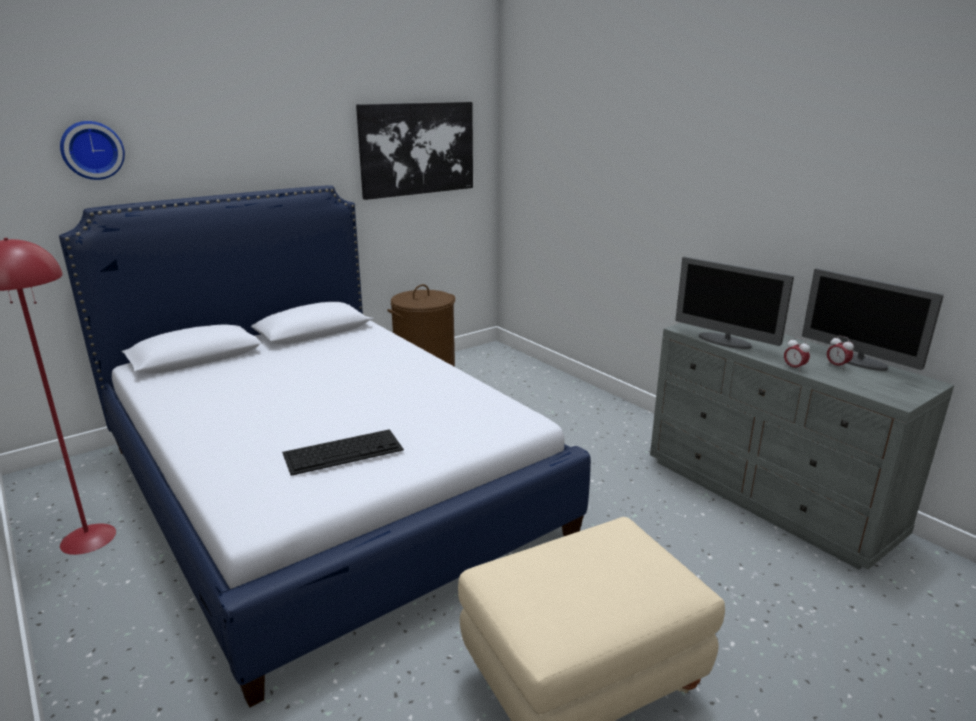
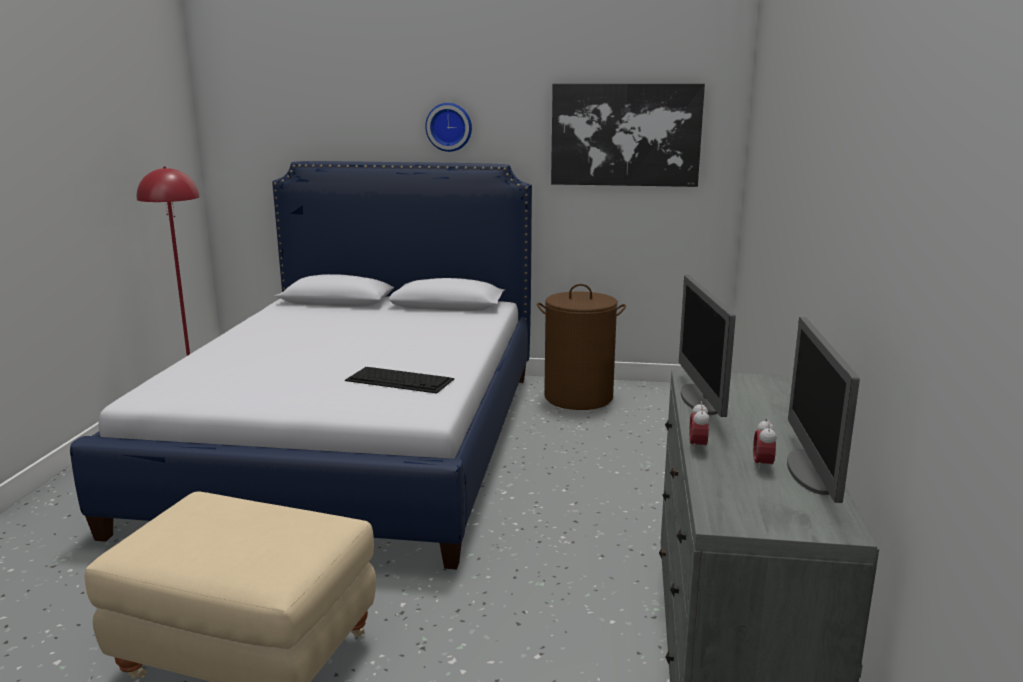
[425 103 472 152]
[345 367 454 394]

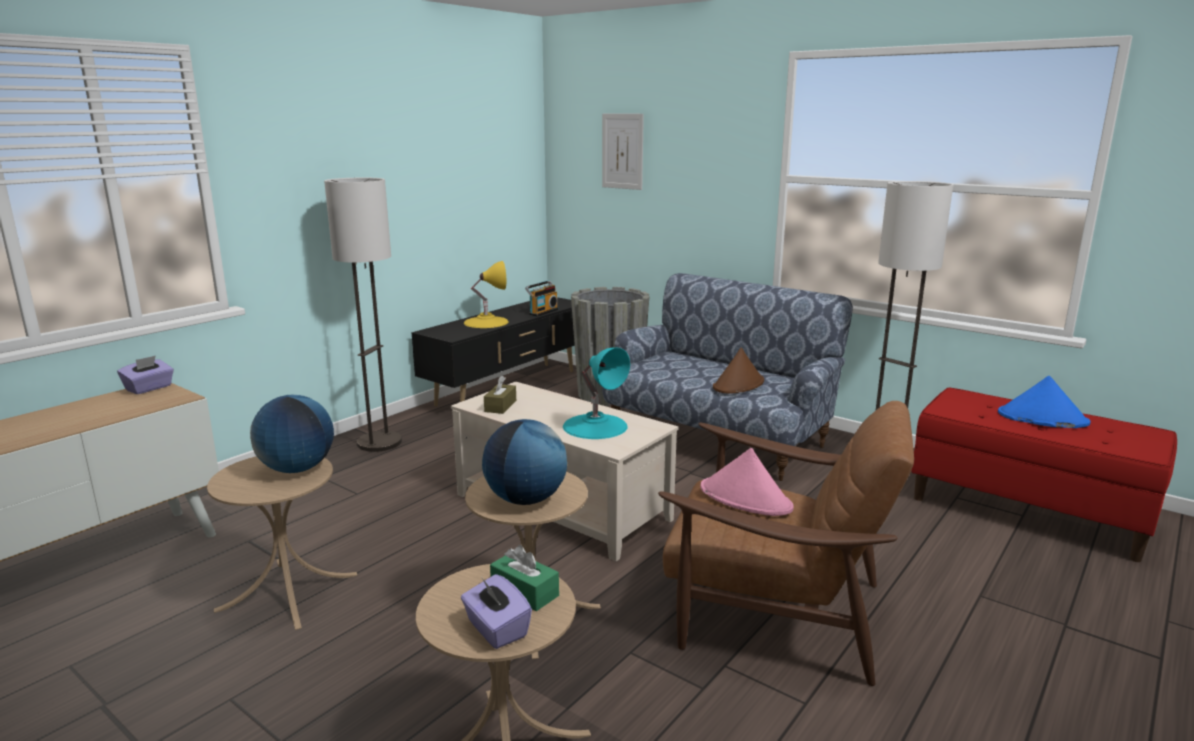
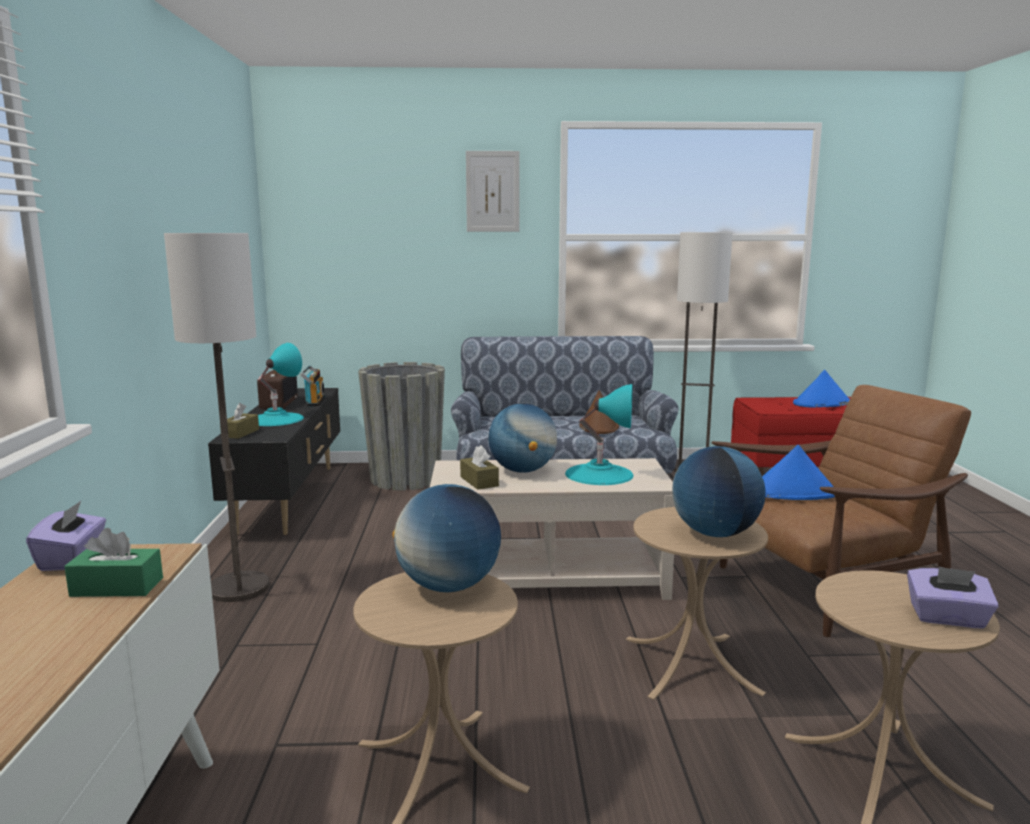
[258 343 304 426]
[64 528 163 597]
[466 151 520 232]
[762 445 835 500]
[220 403 259 439]
[257 370 298 409]
[488 403 557 473]

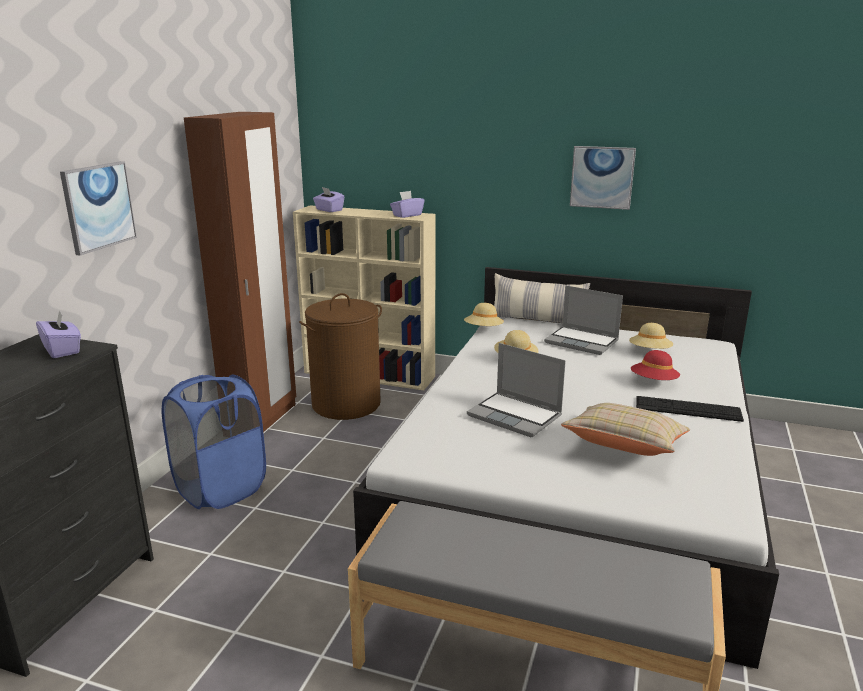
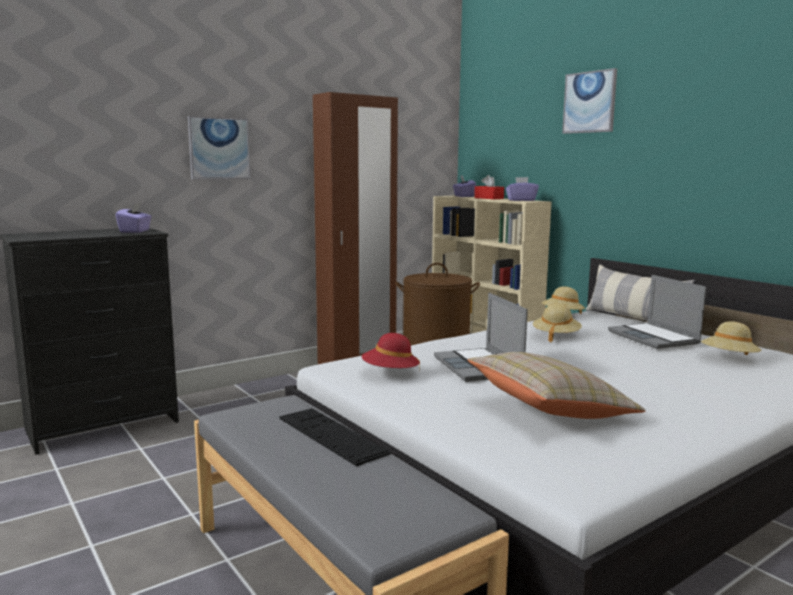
[162 375 266 509] (first image)
[562 68 617 134]
[362 333 420 368]
[280 408 391 466]
[474 175 504 199]

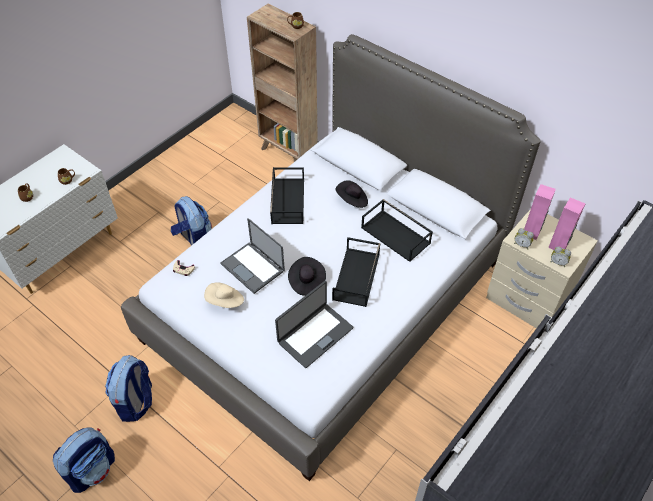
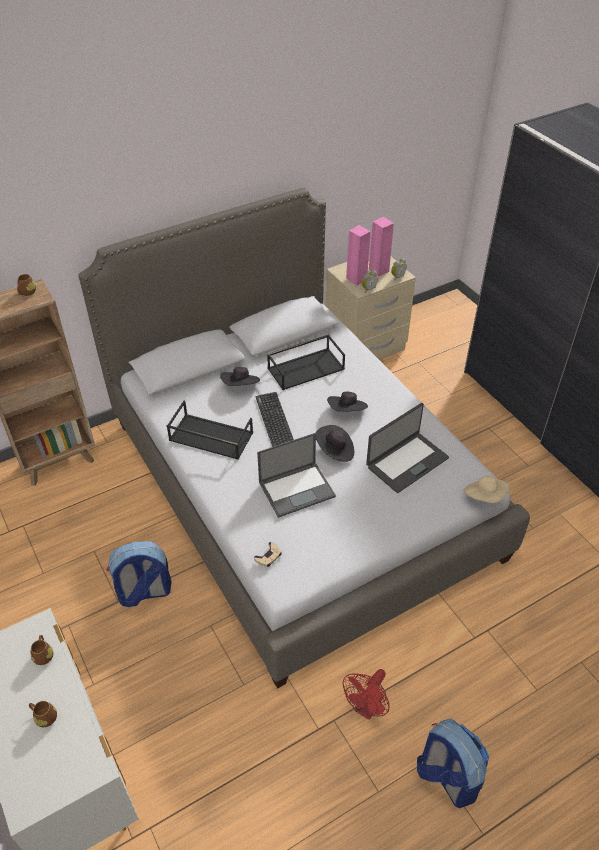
[343 669 390 720]
[463 475 510 503]
[366 403 449 493]
[327 392 368 412]
[256 392 294 447]

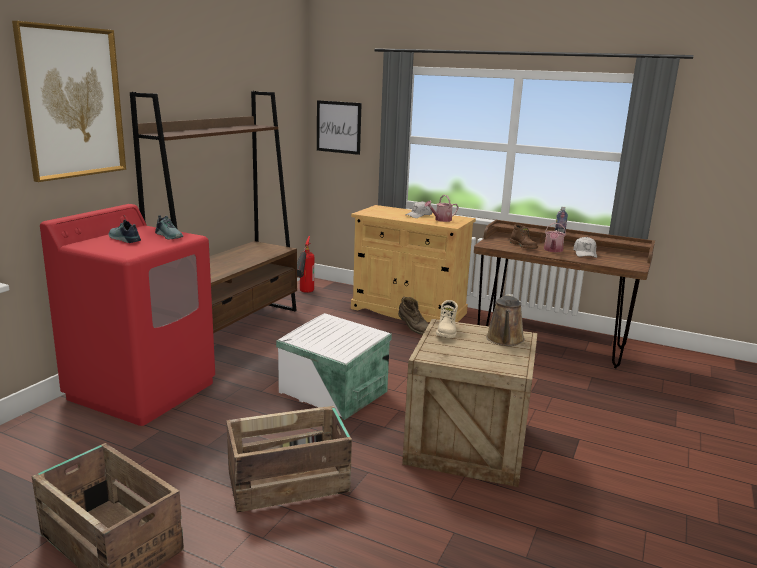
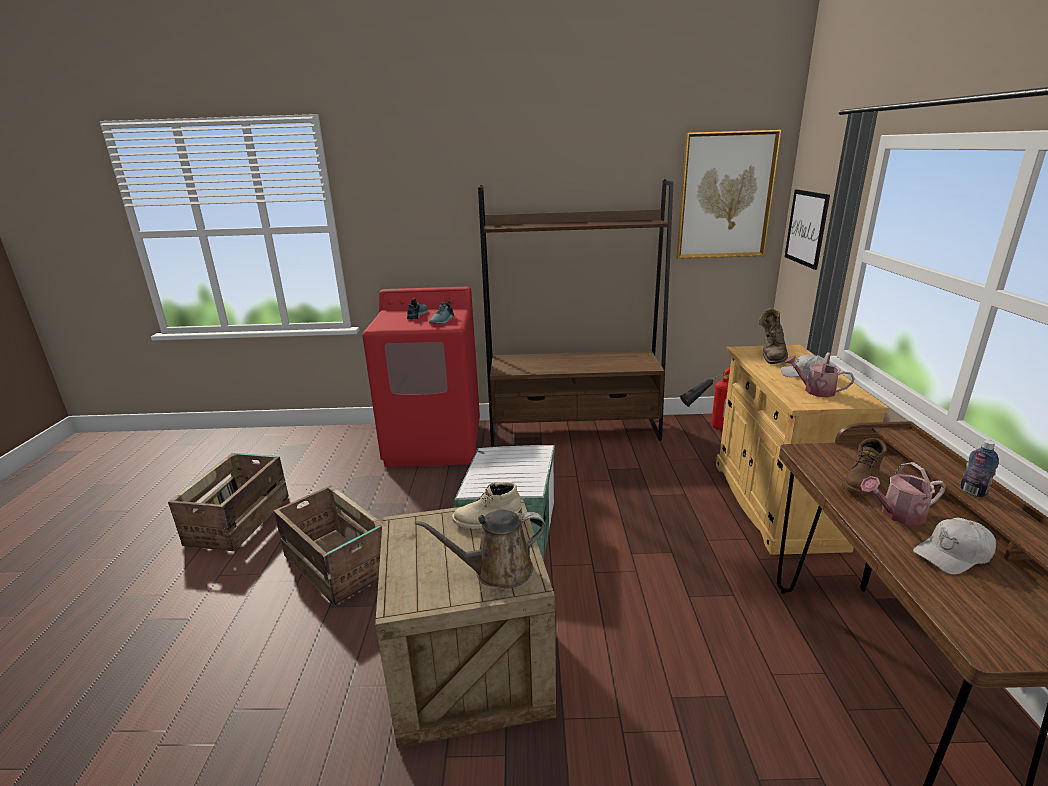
[676 130 781 259]
[758 308 788 364]

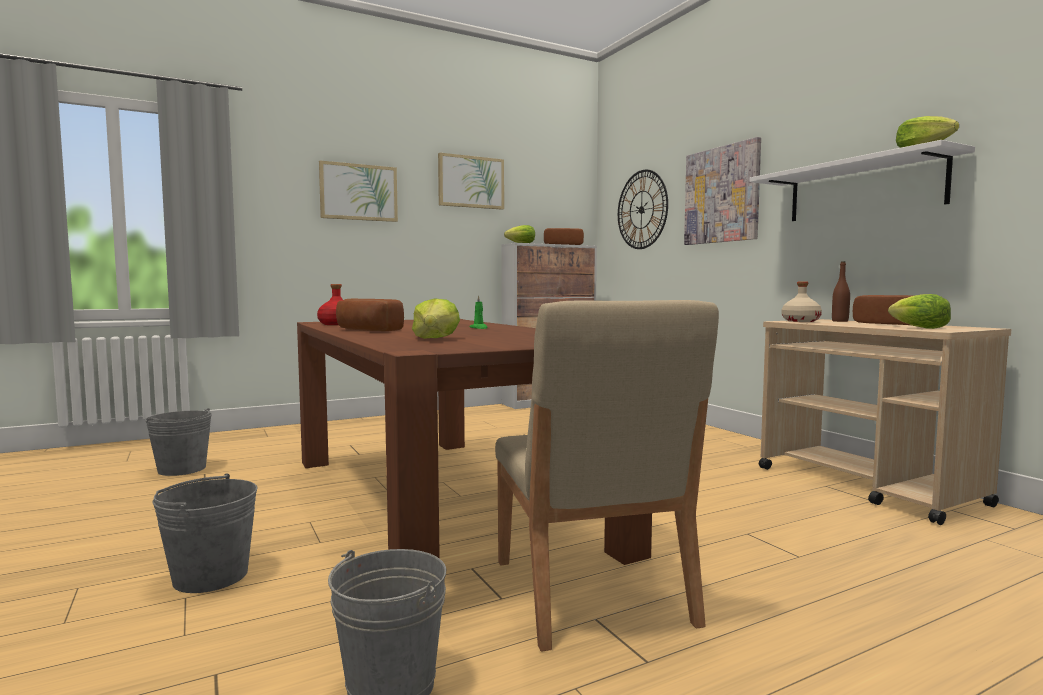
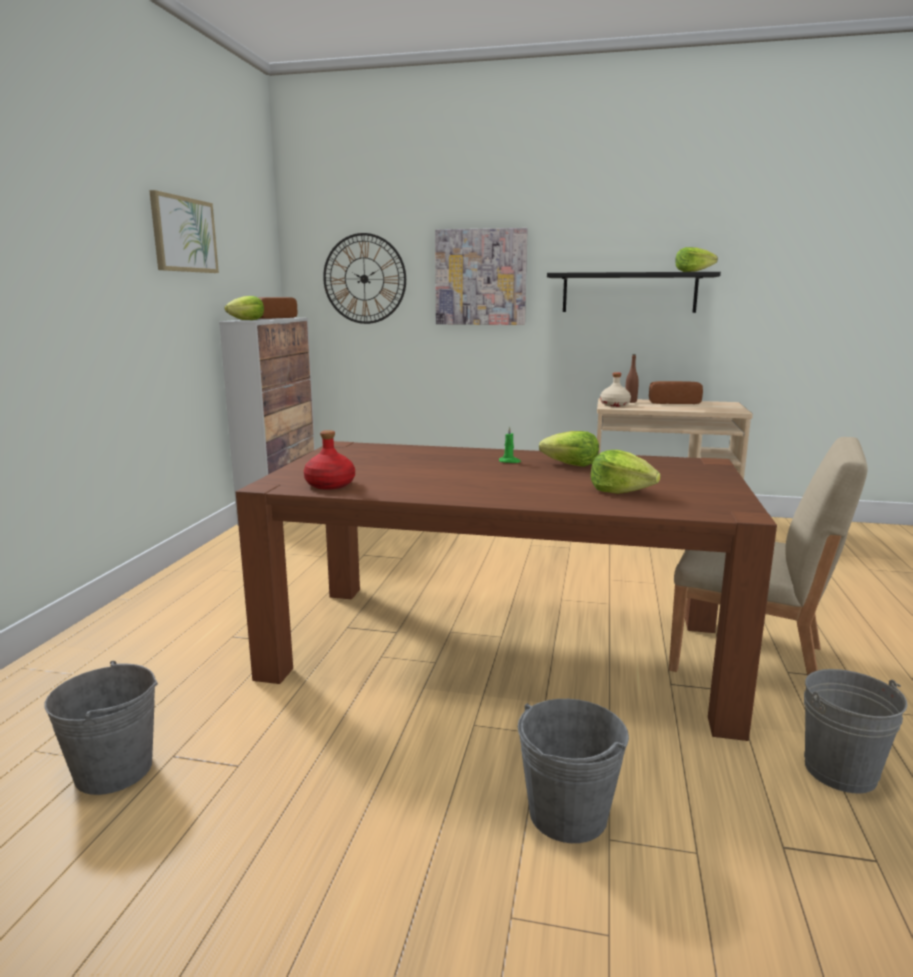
[319 161 398 222] (first image)
[336 299 404 331] (first image)
[547 272 721 313]
[539 431 599 467]

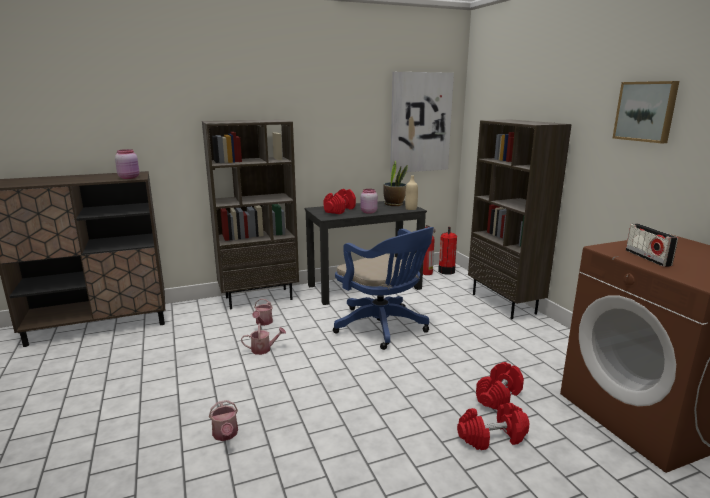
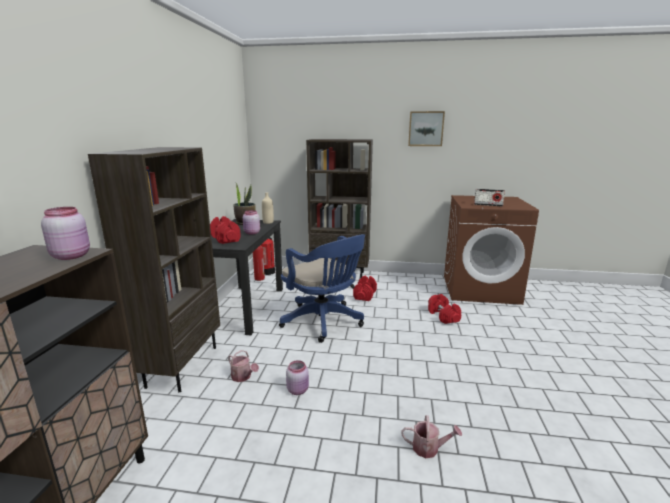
[286 360 309 395]
[279 234 365 343]
[390 72 454 173] (first image)
[353 276 377 301]

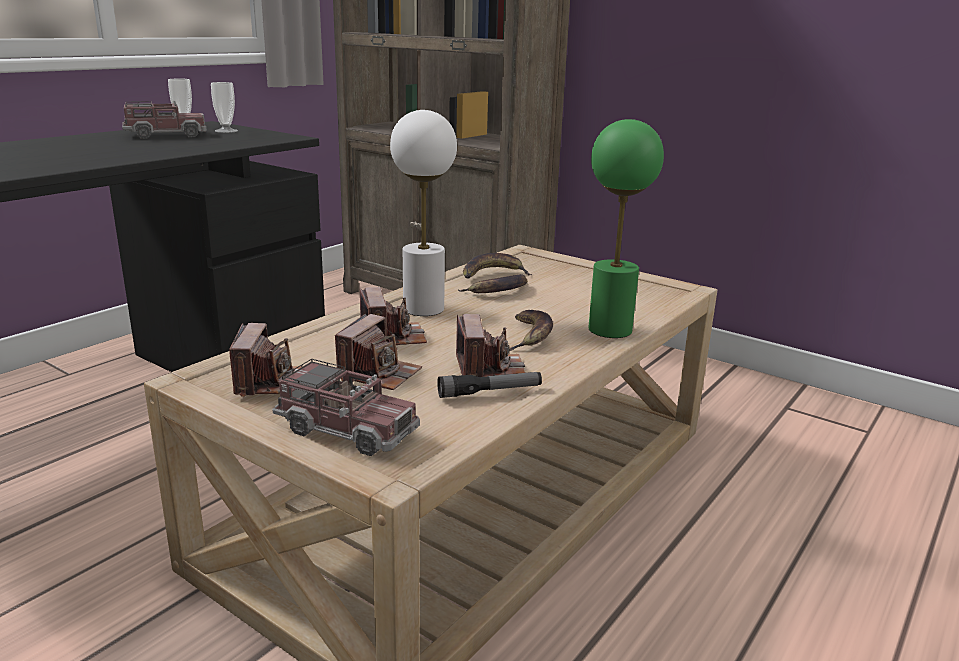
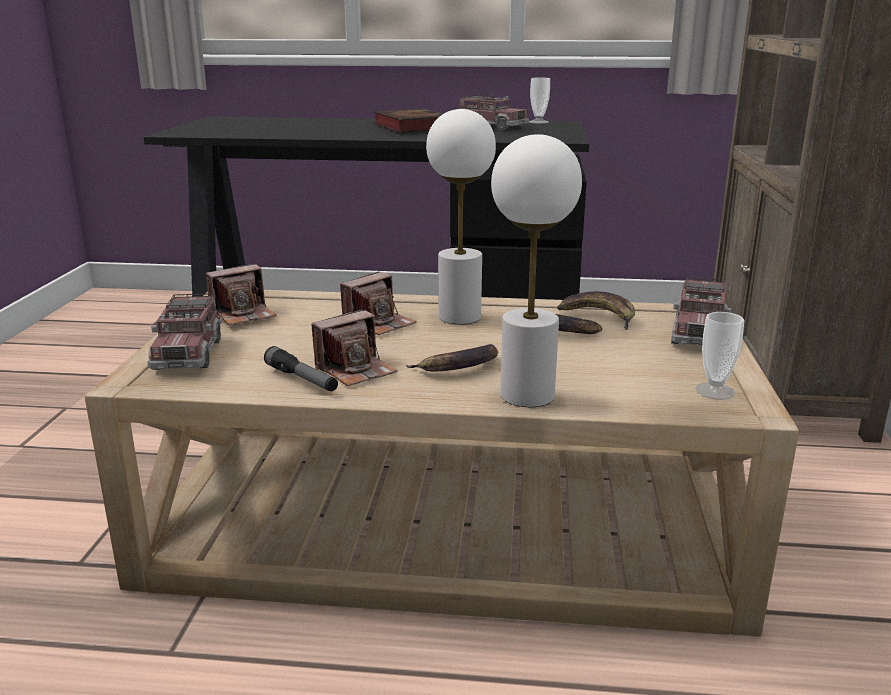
[696 312 745 400]
[335 314 422 390] (first image)
[491 134 582 407]
[373 109 443 133]
[671 277 731 345]

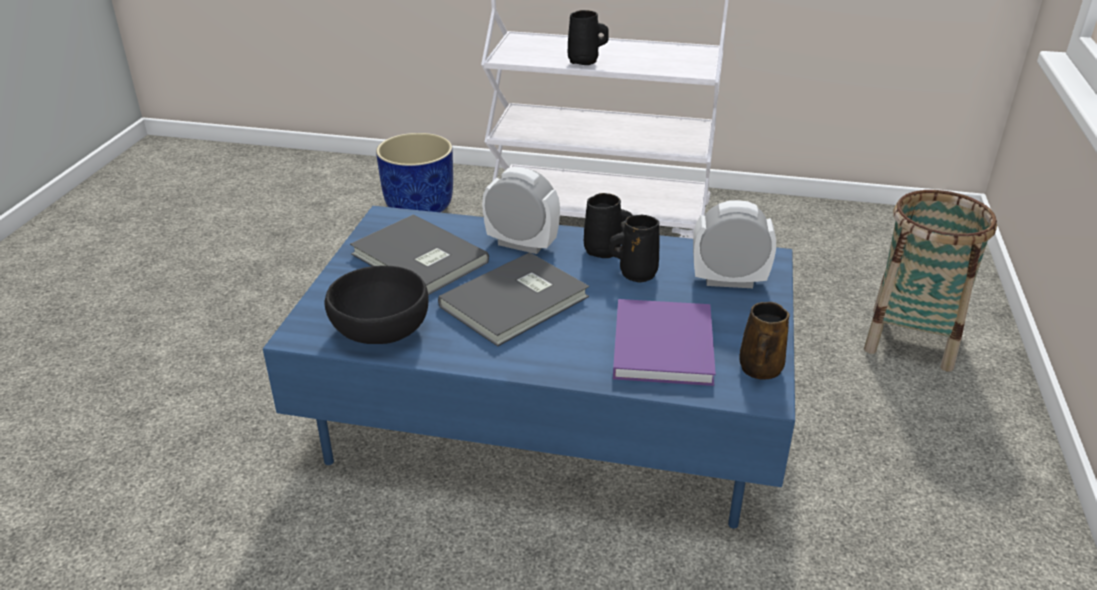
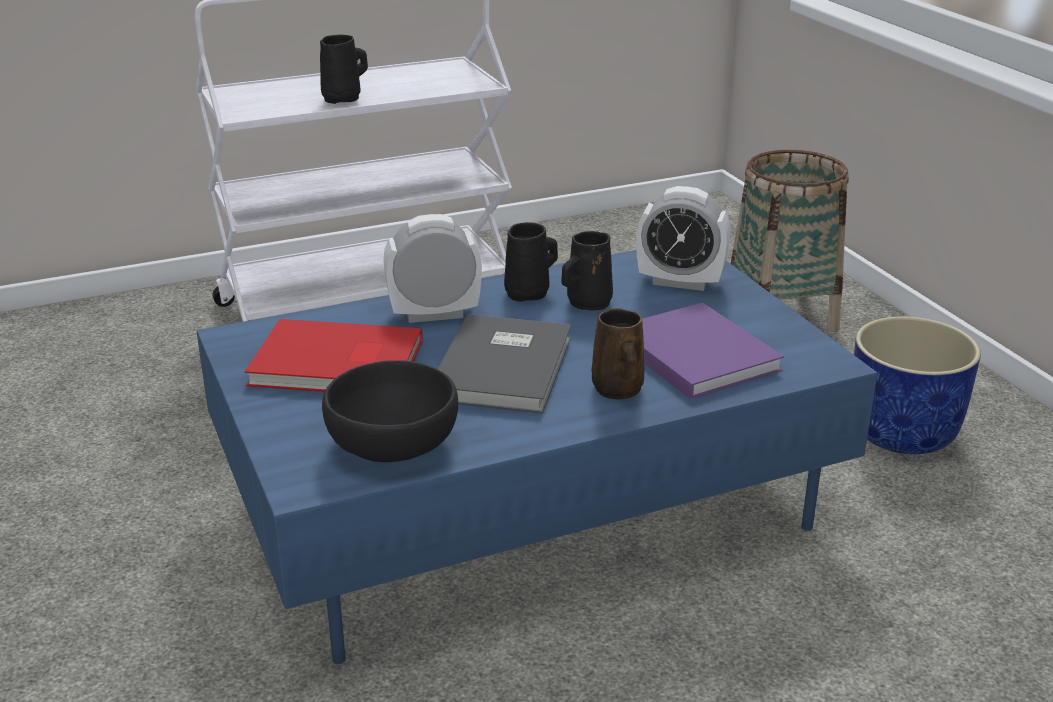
[244 319 422 392]
[854 316 981 454]
[636 186 731 291]
[591 308 644 400]

